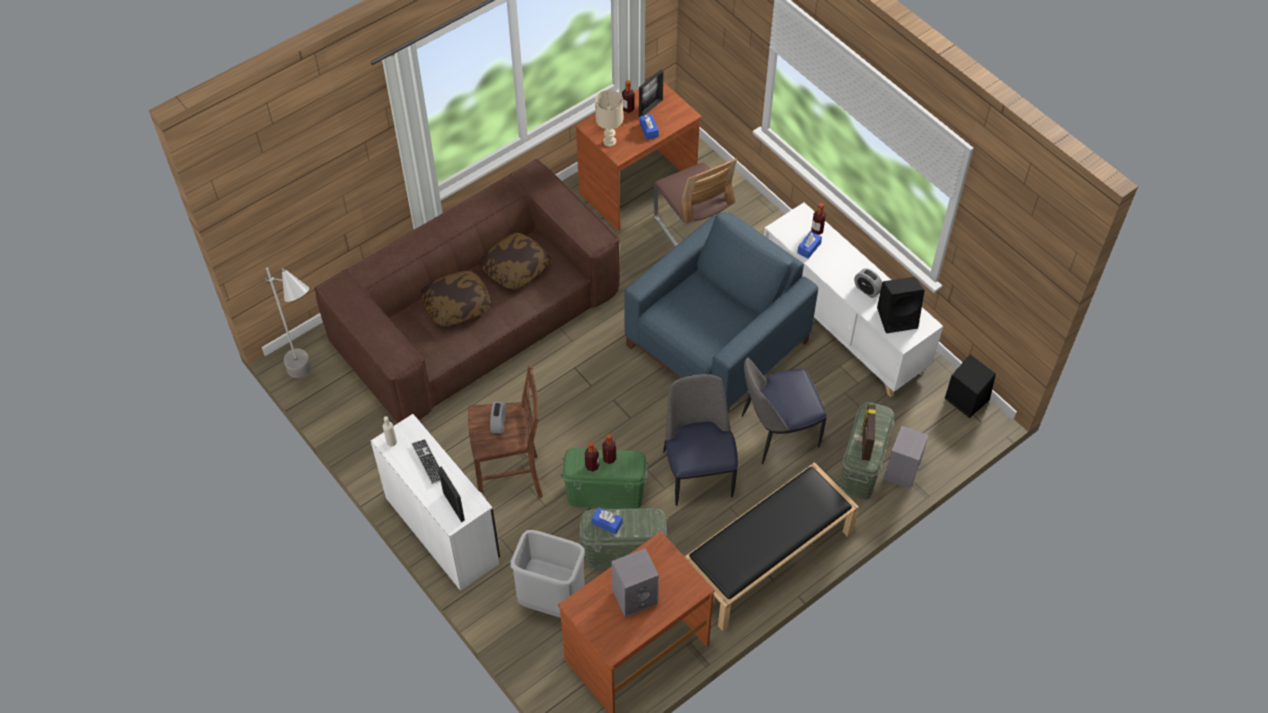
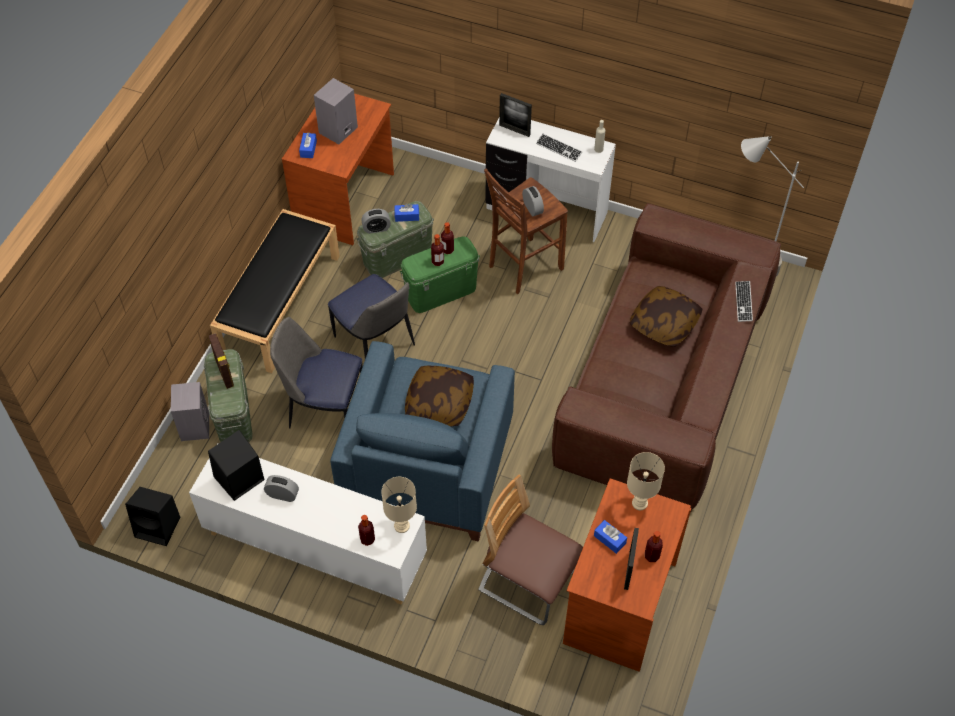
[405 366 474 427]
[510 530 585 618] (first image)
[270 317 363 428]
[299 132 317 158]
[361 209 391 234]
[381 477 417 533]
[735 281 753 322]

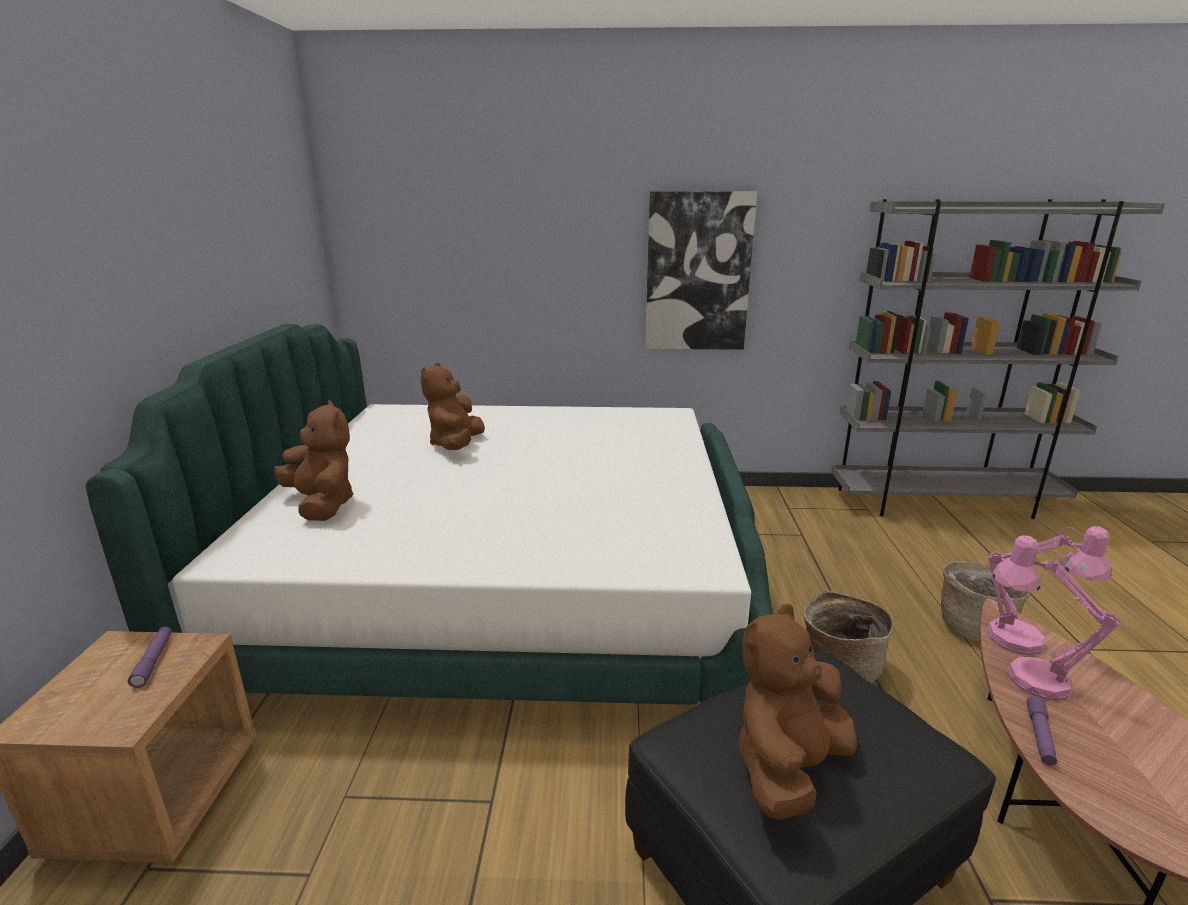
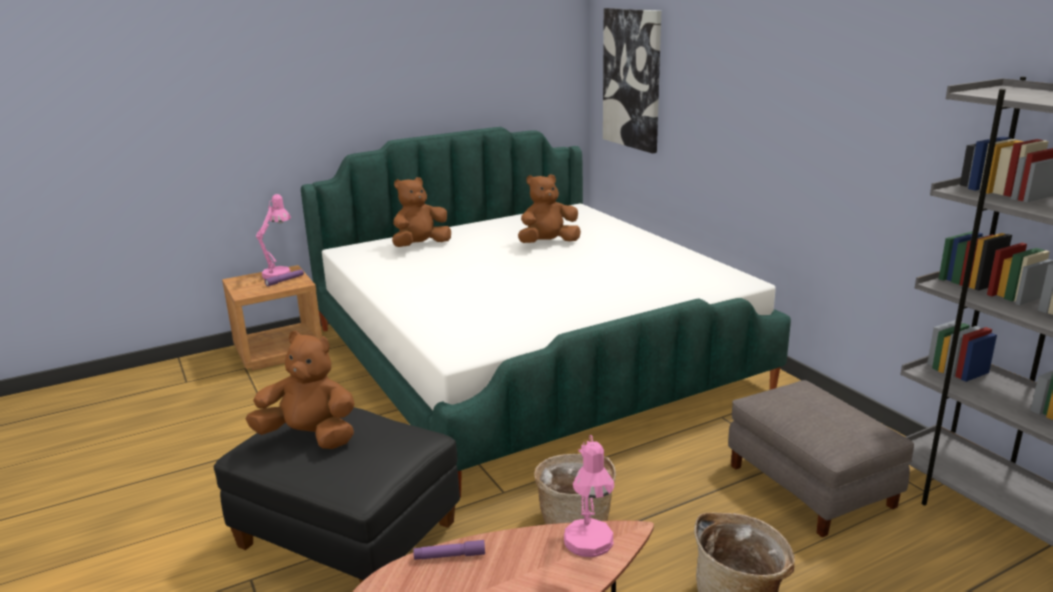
[392 177 451 247]
[603 8 661 153]
[256 194 291 279]
[728 380 914 537]

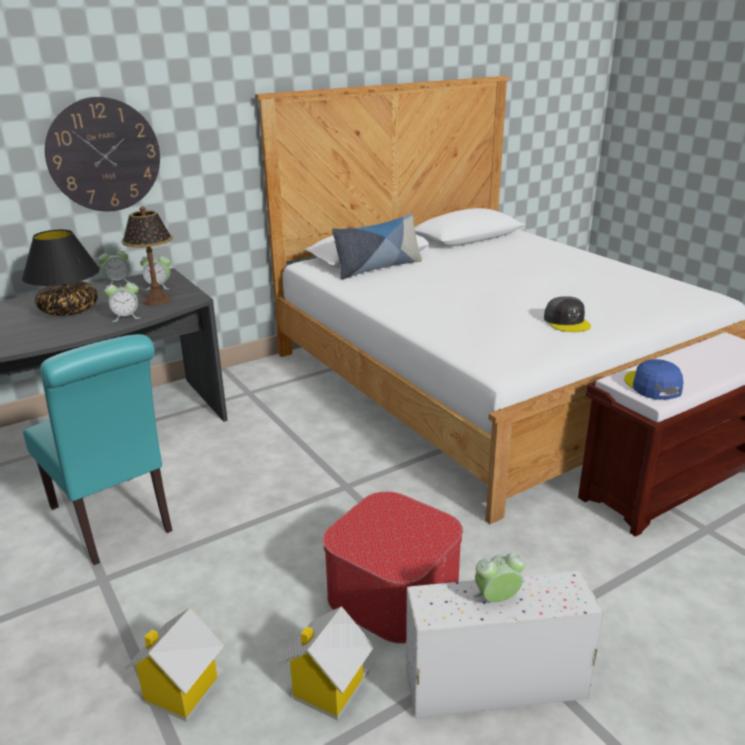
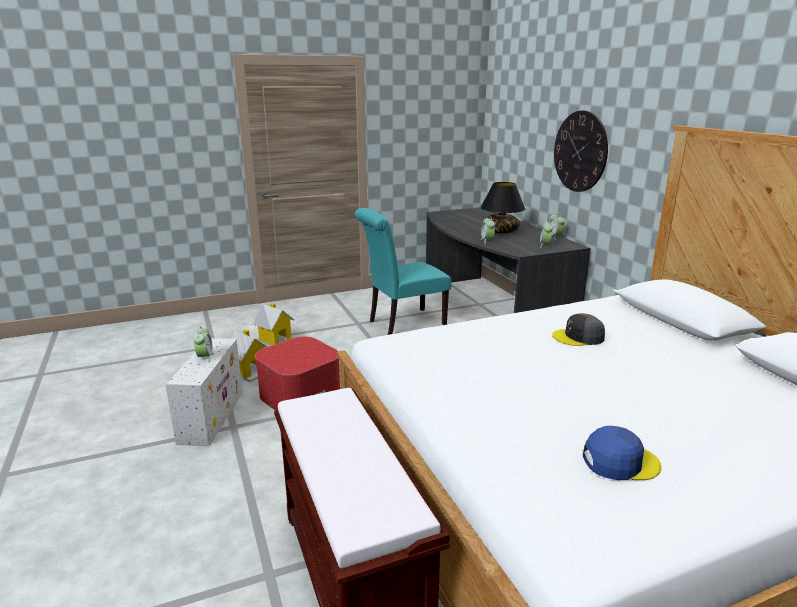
[121 206 173 306] (first image)
[332 213 422 279] (first image)
[552 313 605 346]
[583 426 662 480]

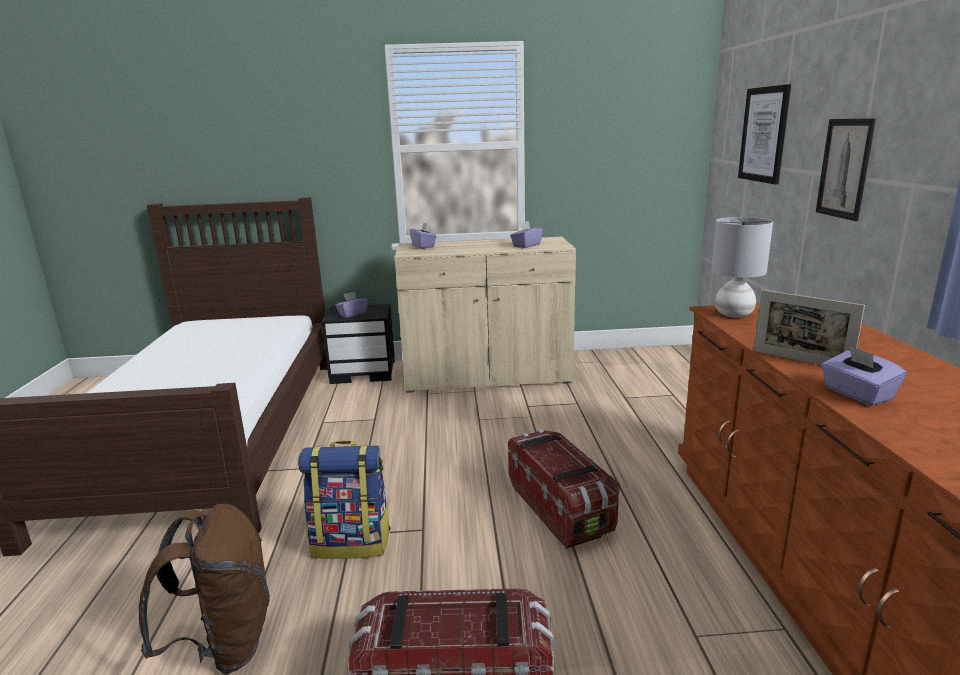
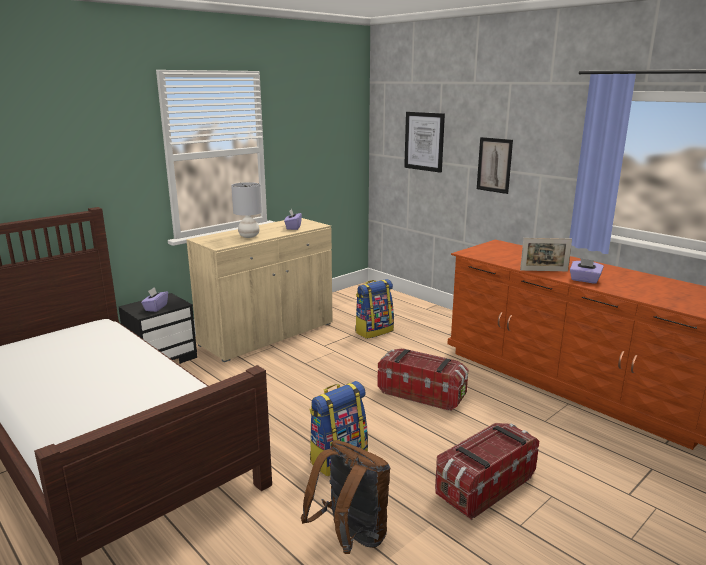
[410 223 437 249] (first image)
[231 182 262 238]
[355 279 394 339]

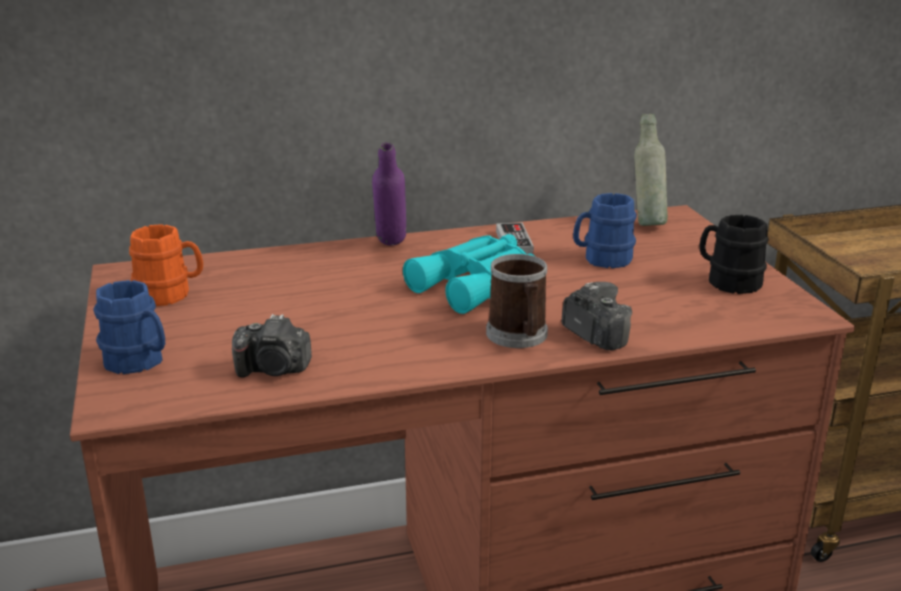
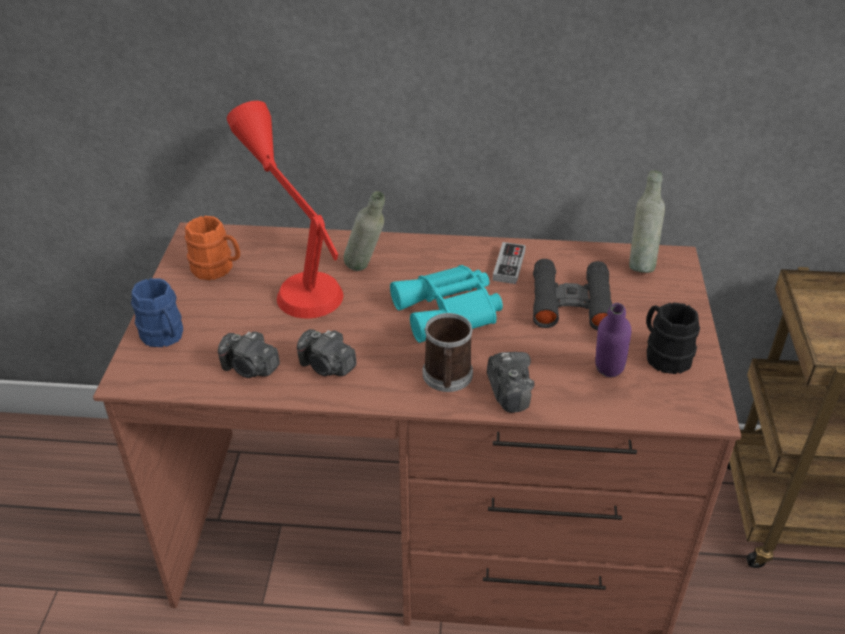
[595 303 631 377]
[533 259 612 331]
[227 101 343 319]
[297 329 357 376]
[344 191 385 271]

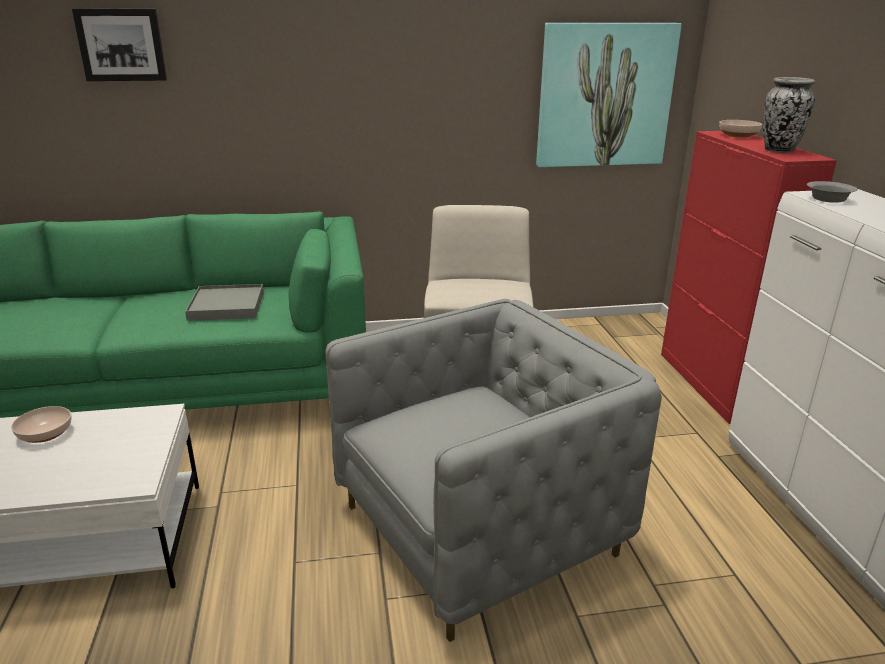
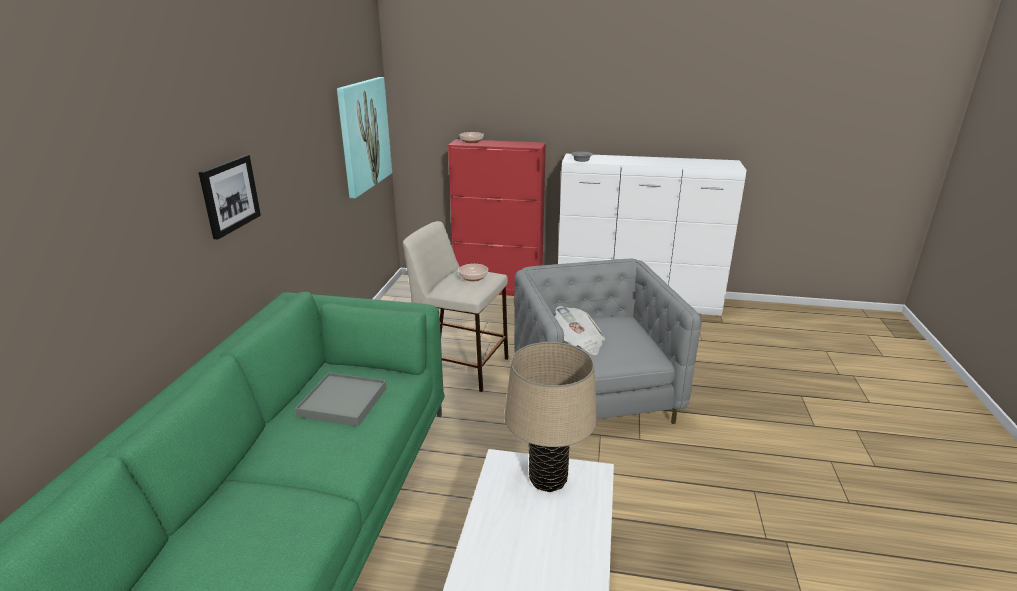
[458 264 488 281]
[198 155 261 239]
[763 77 815 153] (first image)
[505 342 597 492]
[555 306 605 355]

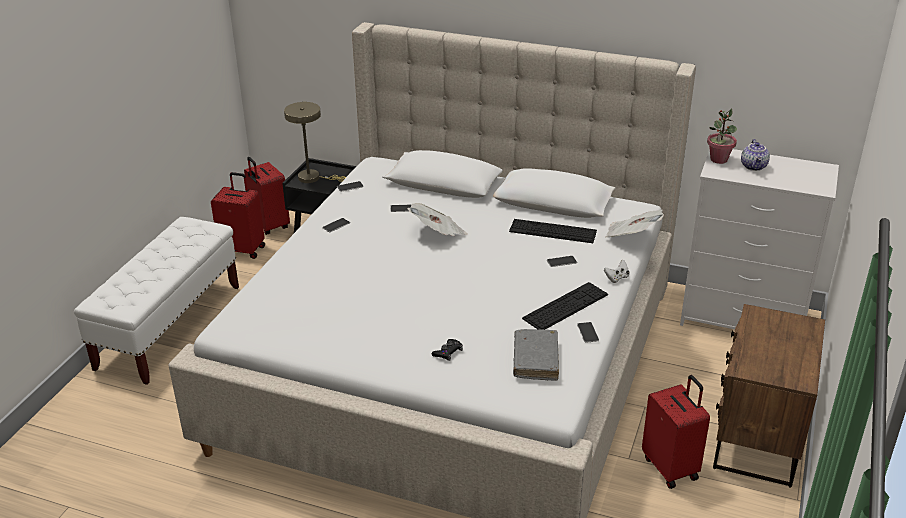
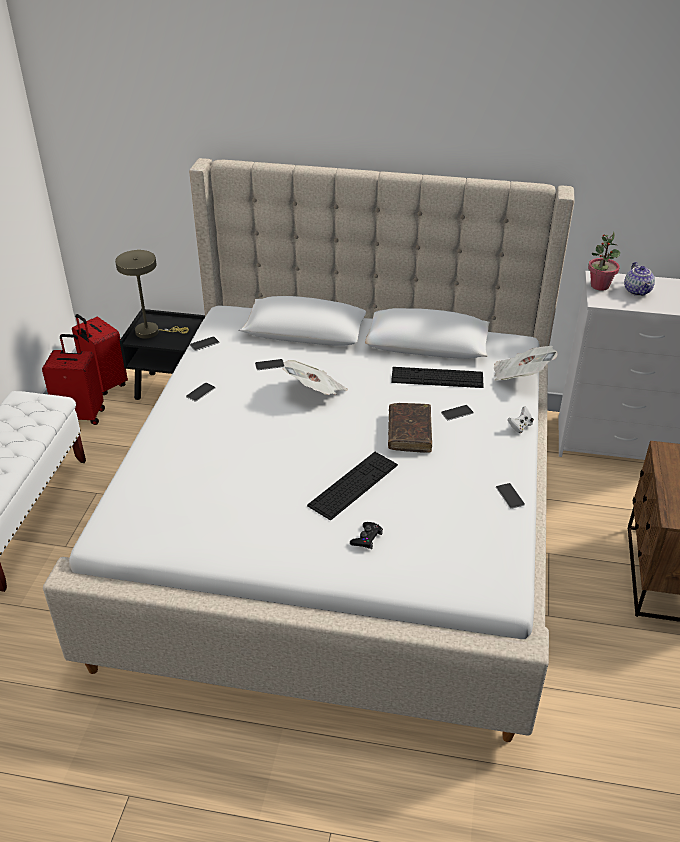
[513 329 559 380] (first image)
[307 452 398 520]
[642 375 710 489] (first image)
[388 403 432 453]

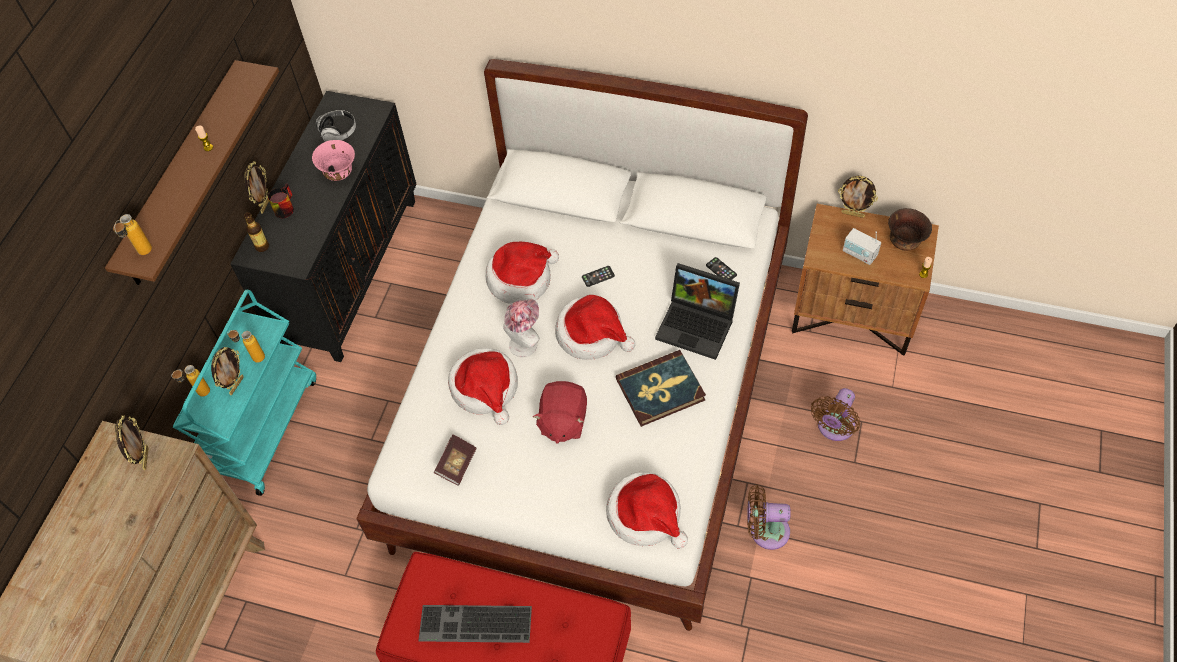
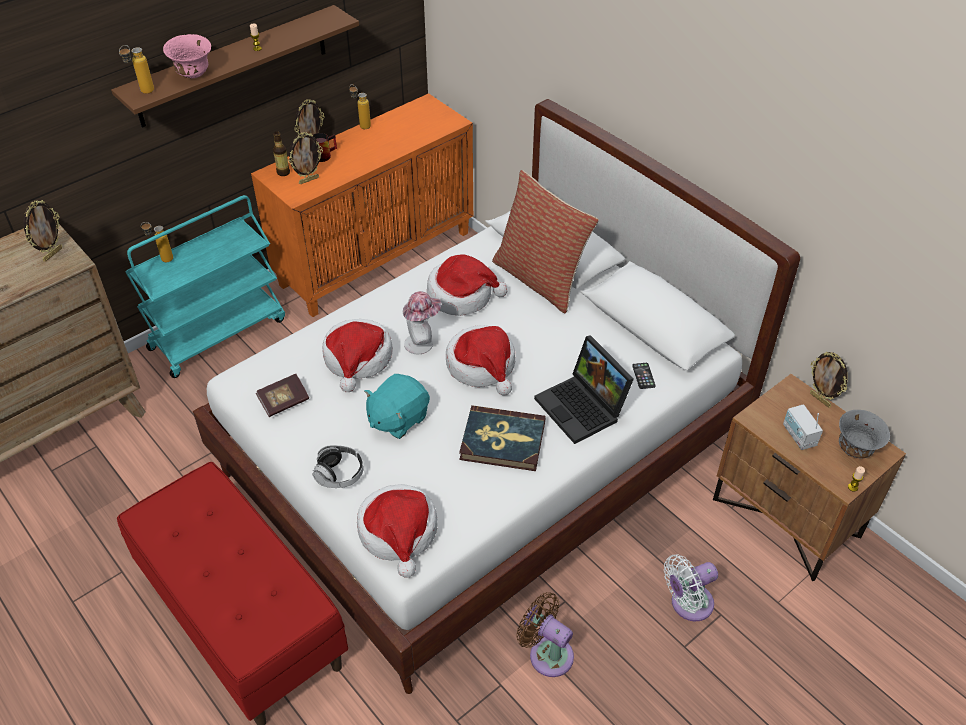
[288 132 323 184]
[349 84 371 129]
[251 93 473 317]
[163 34 211 78]
[313 445 364 488]
[418 605 532 643] (first image)
[364 374 430 439]
[582 266 615 287] (first image)
[664 554 718 621]
[839 410 890 459]
[492 170 599 313]

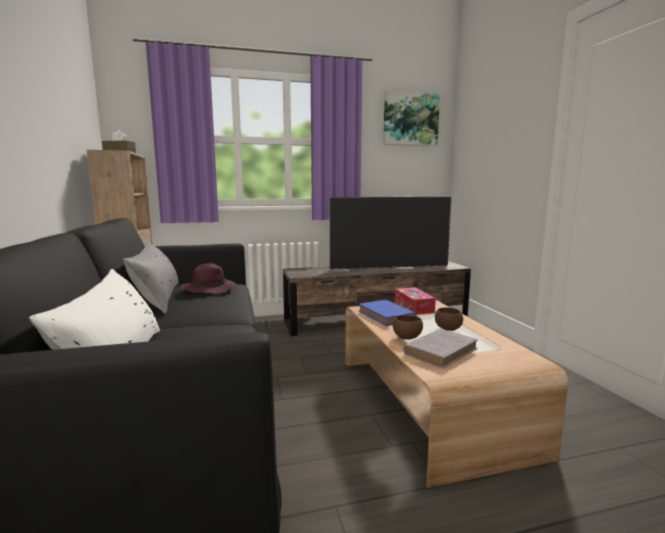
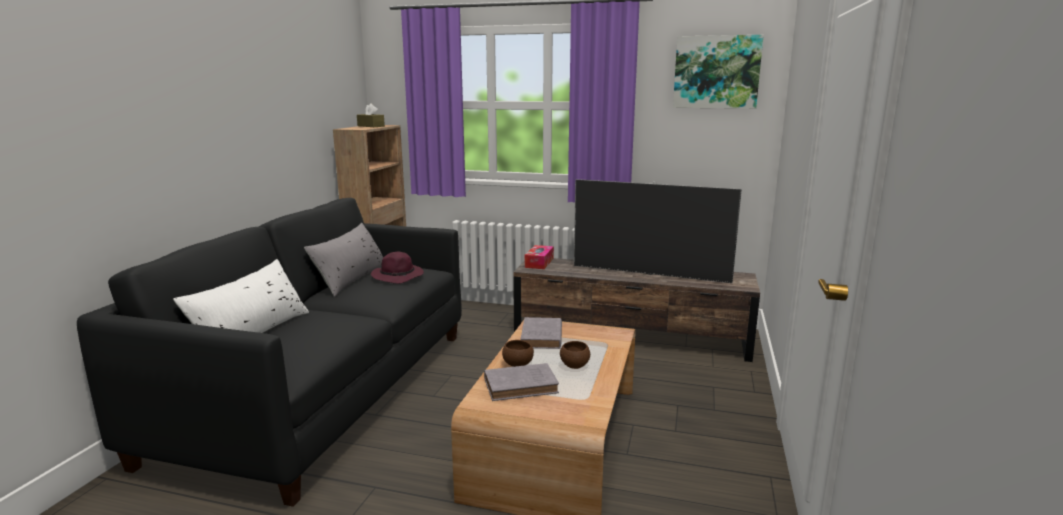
[520 317 562 349]
[525 245 554 269]

